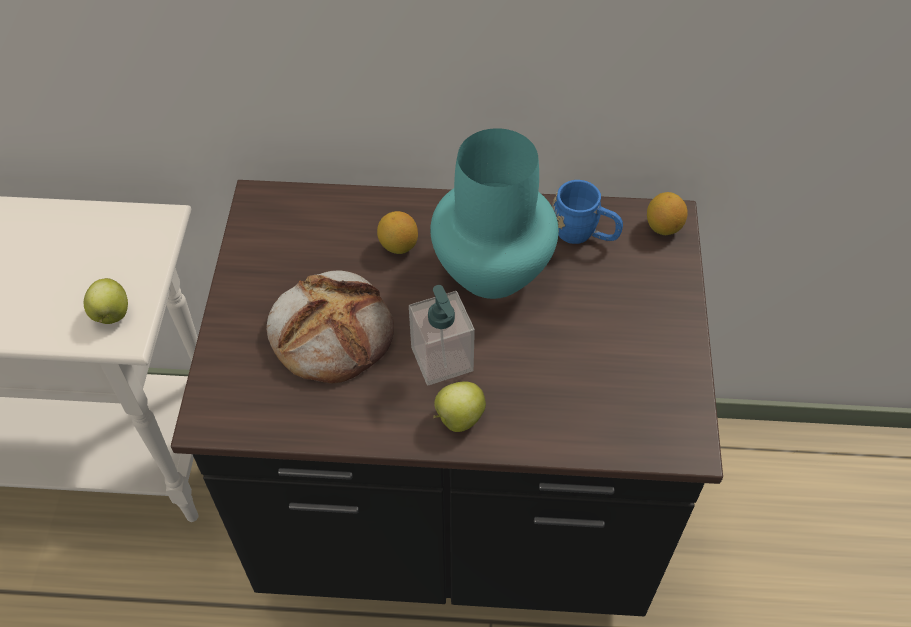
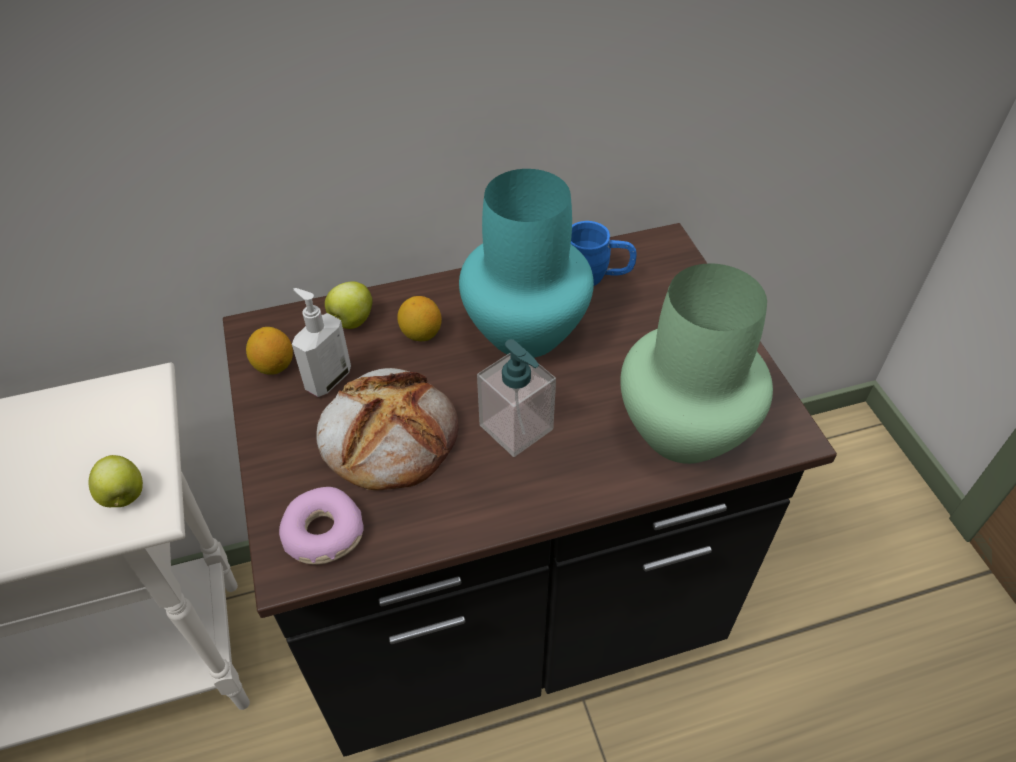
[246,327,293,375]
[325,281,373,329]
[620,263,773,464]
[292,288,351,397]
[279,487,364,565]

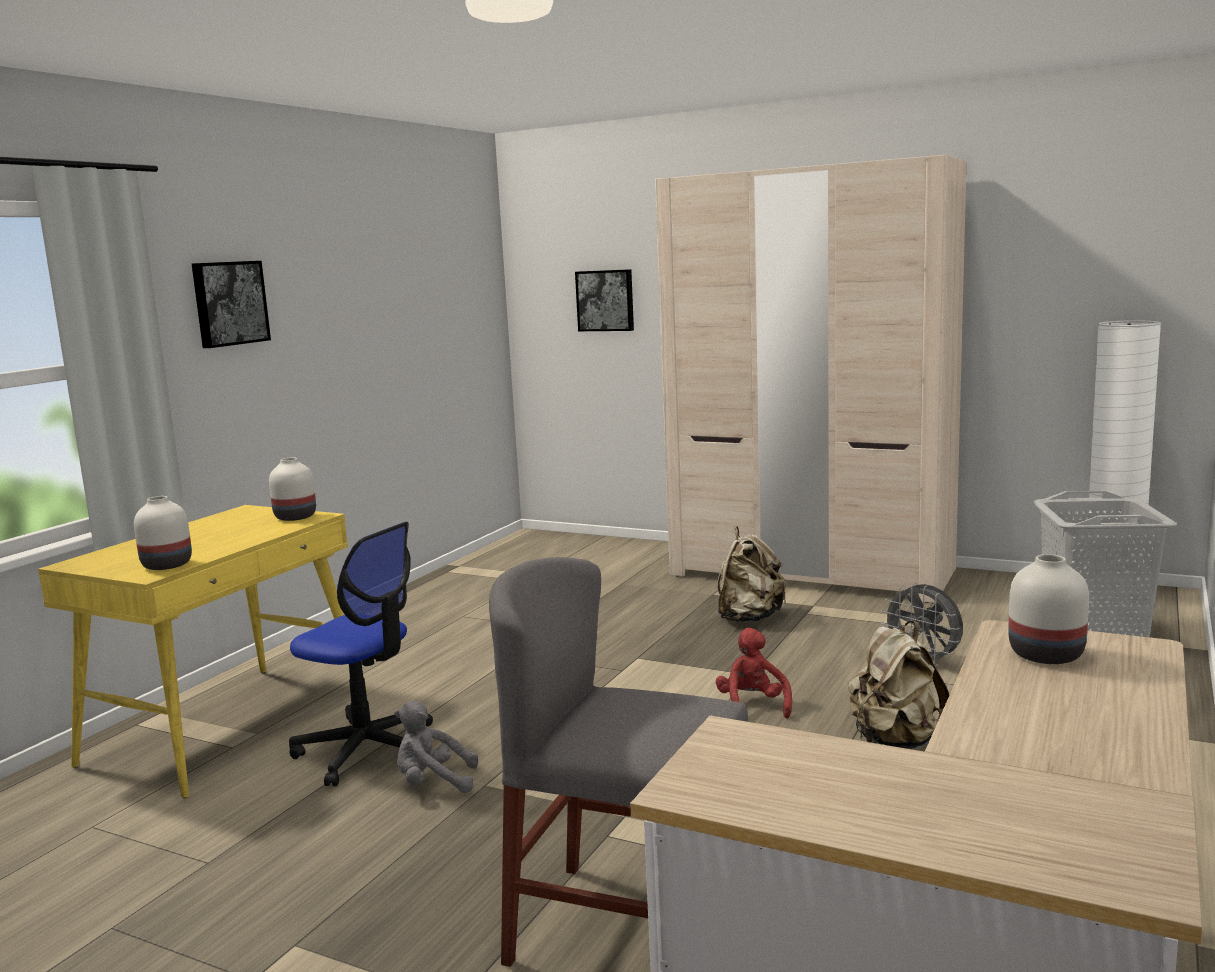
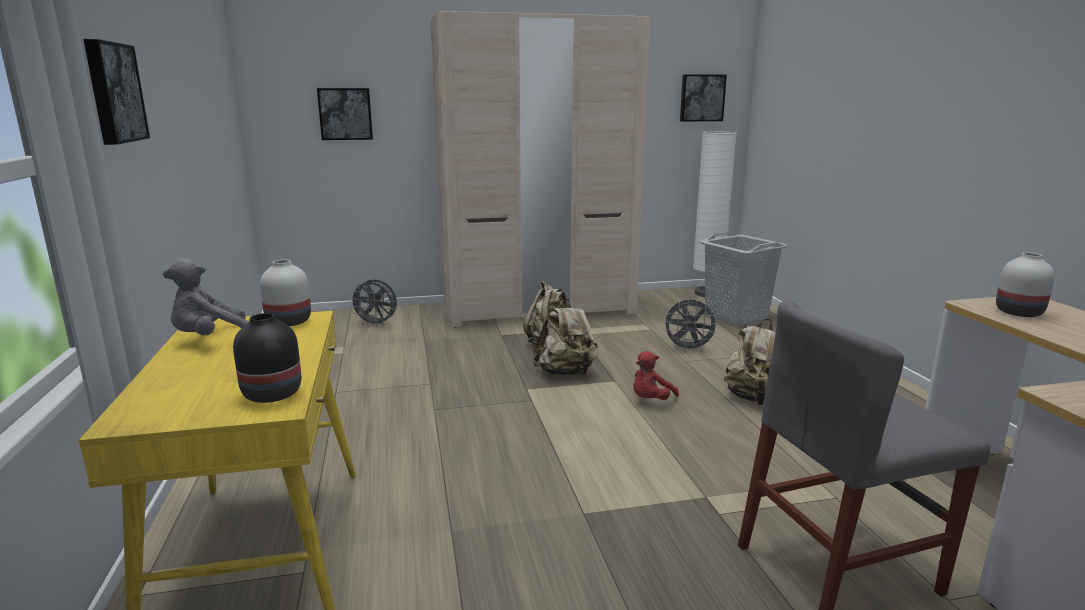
[233,313,301,403]
[289,522,433,787] (first image)
[633,351,679,400]
[163,258,249,335]
[680,74,727,122]
[349,279,397,327]
[533,298,598,375]

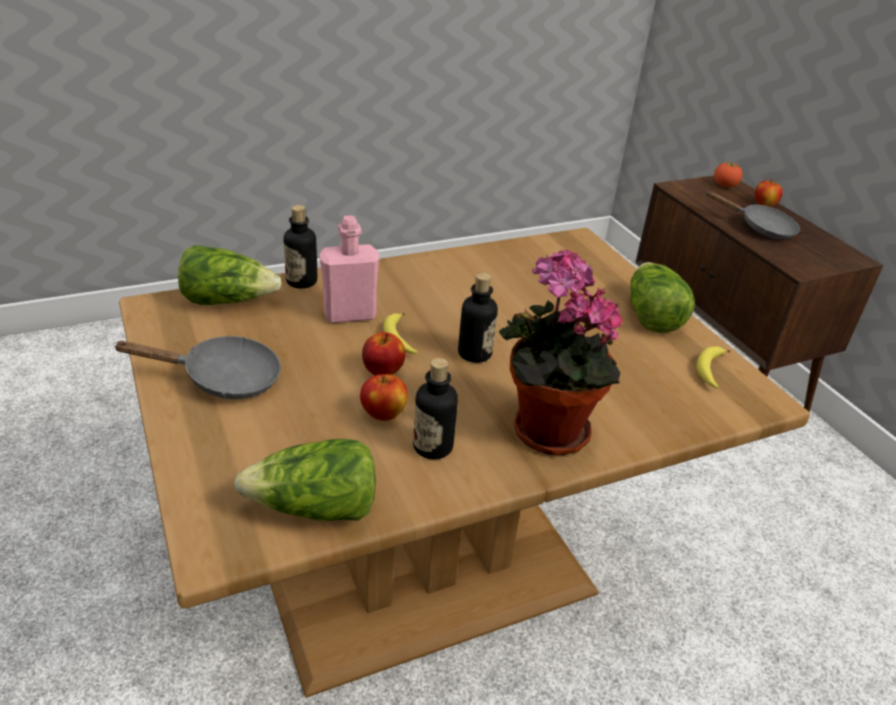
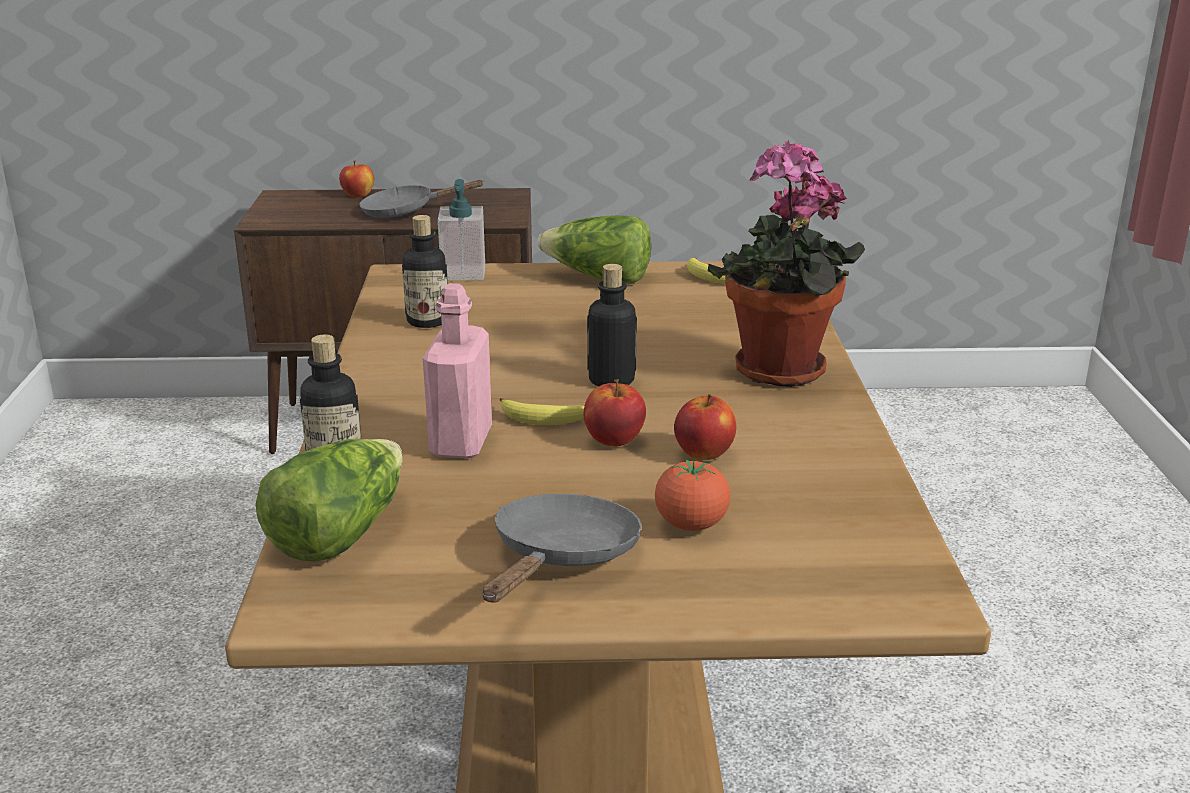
[655,459,730,531]
[359,180,485,218]
[402,215,448,328]
[234,439,376,521] (first image)
[438,179,485,281]

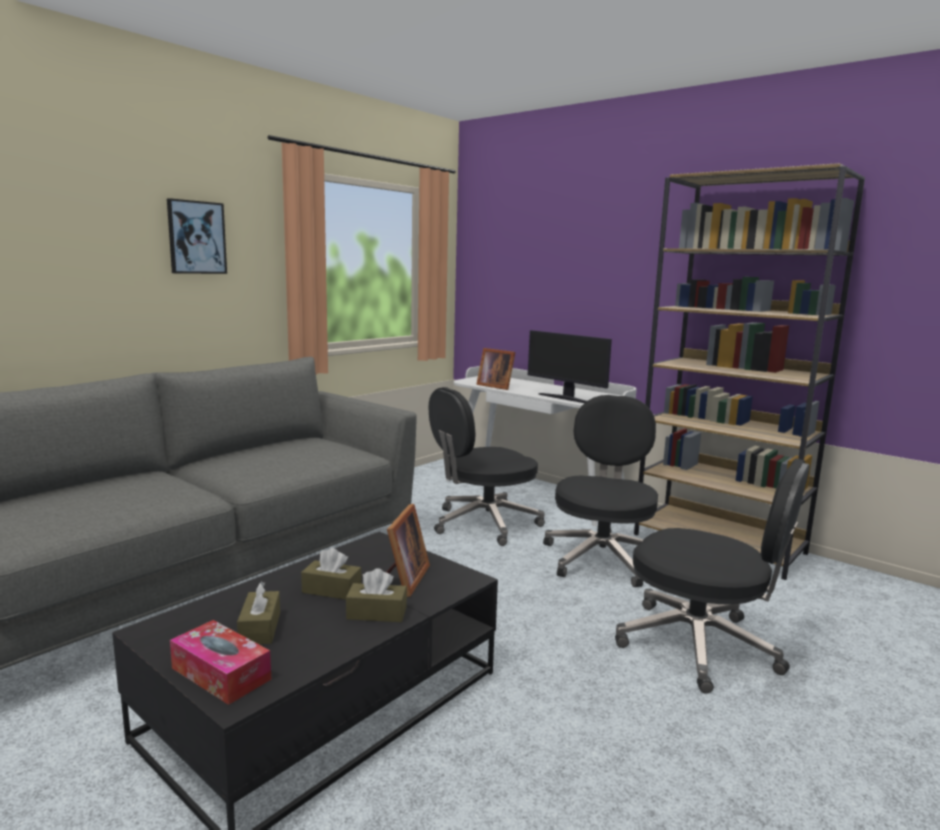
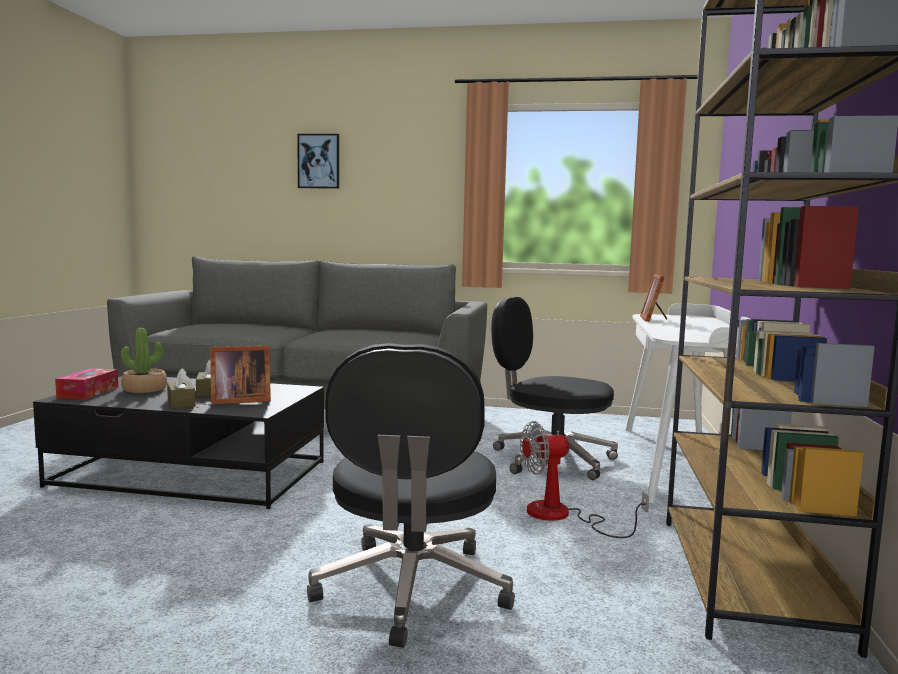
[297,134,339,189]
[528,330,612,403] (first image)
[520,421,649,538]
[121,328,167,393]

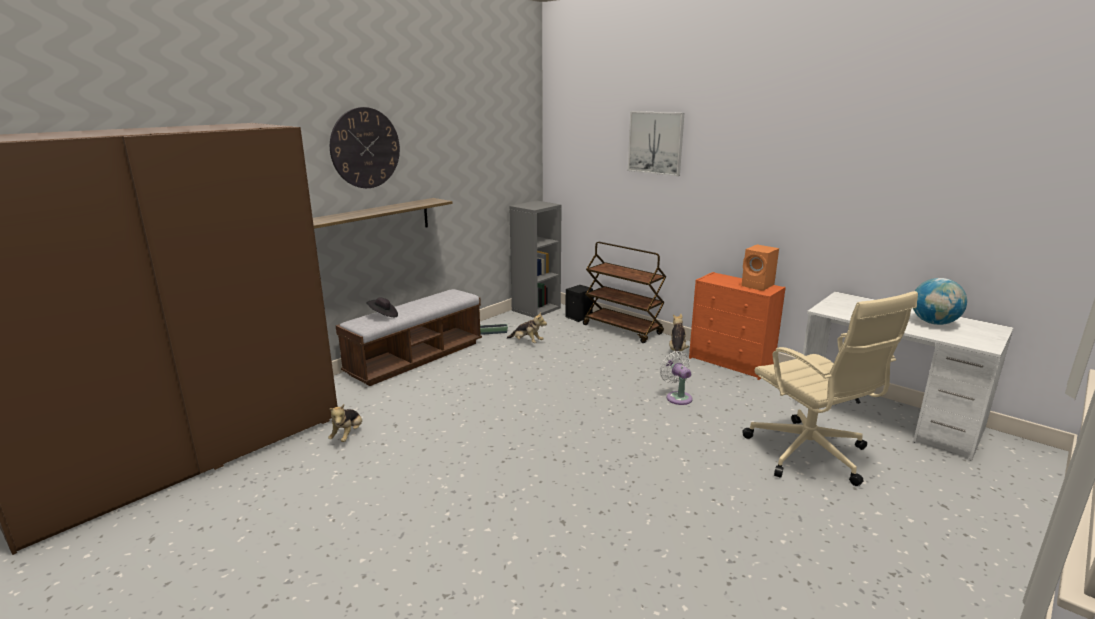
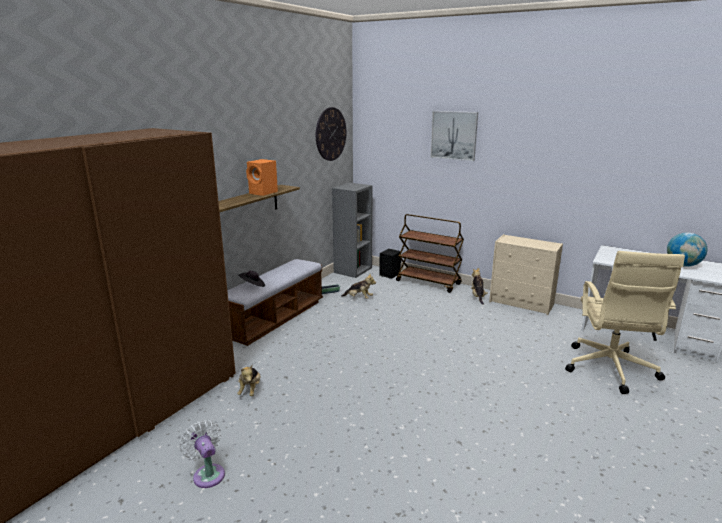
[316,107,346,161]
[246,159,278,196]
[489,234,563,315]
[565,251,685,394]
[180,420,225,488]

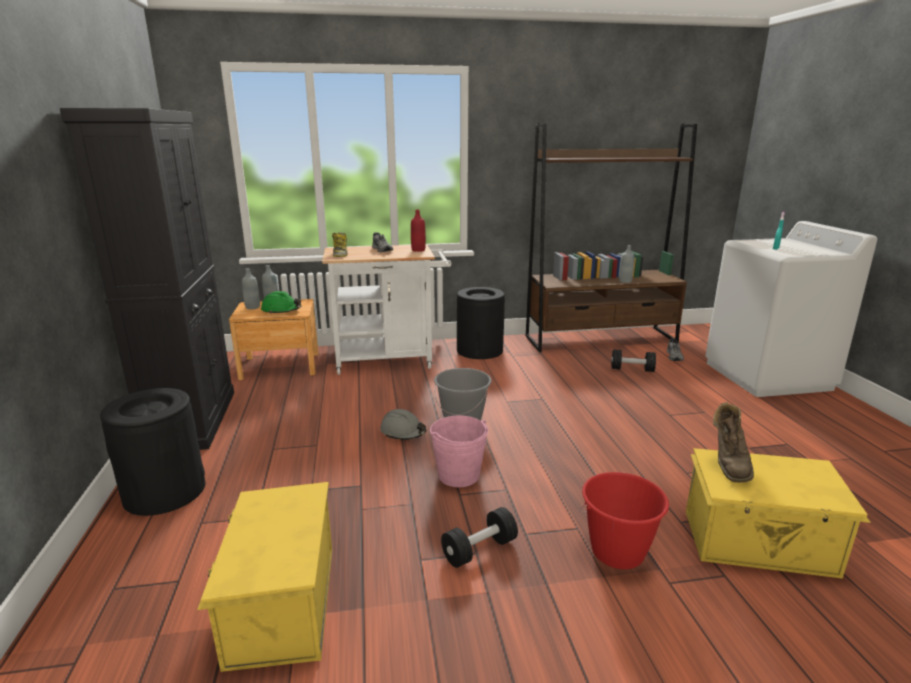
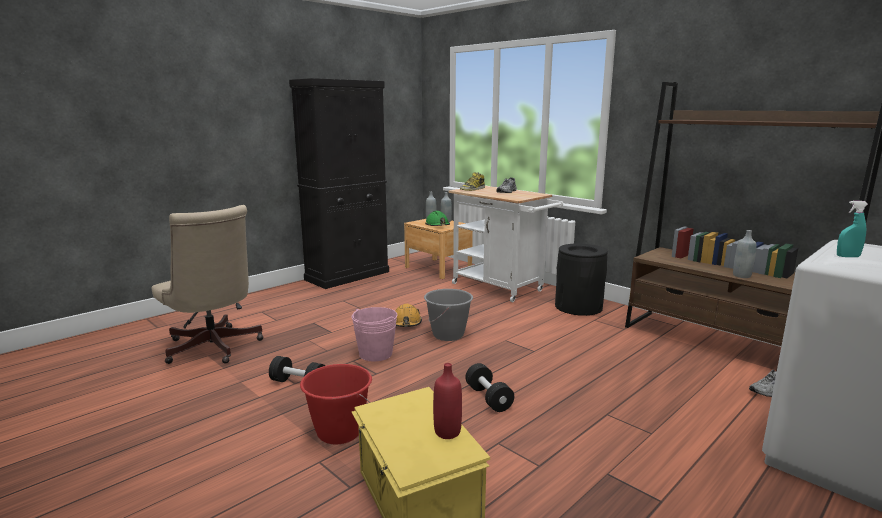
[433,363,462,439]
[465,363,514,412]
[100,388,205,516] (first image)
[713,402,754,483] (first image)
[395,304,422,327]
[152,205,264,364]

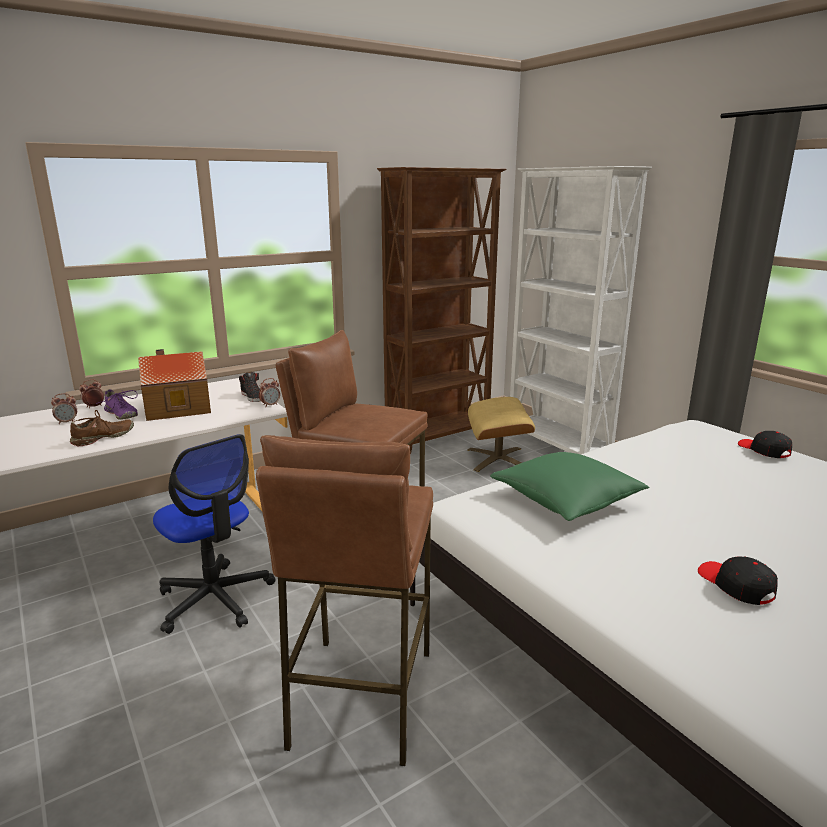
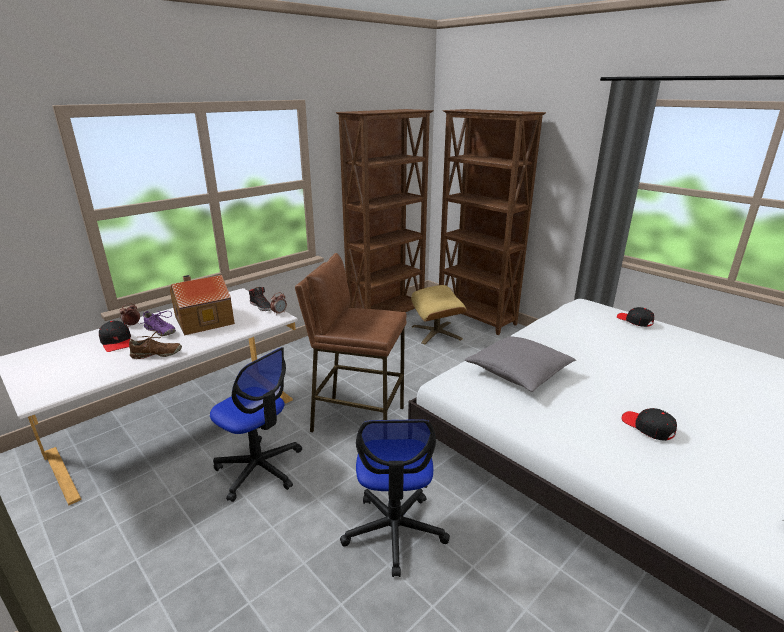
[439,109,546,335]
[99,321,131,352]
[129,331,182,359]
[340,419,450,577]
[465,336,576,392]

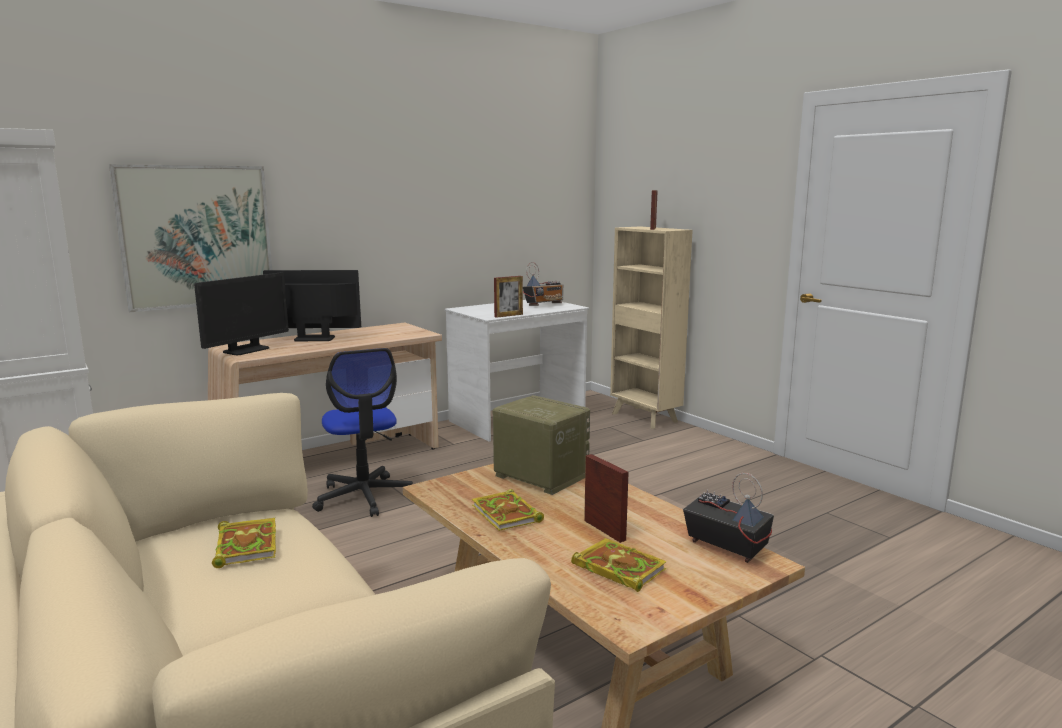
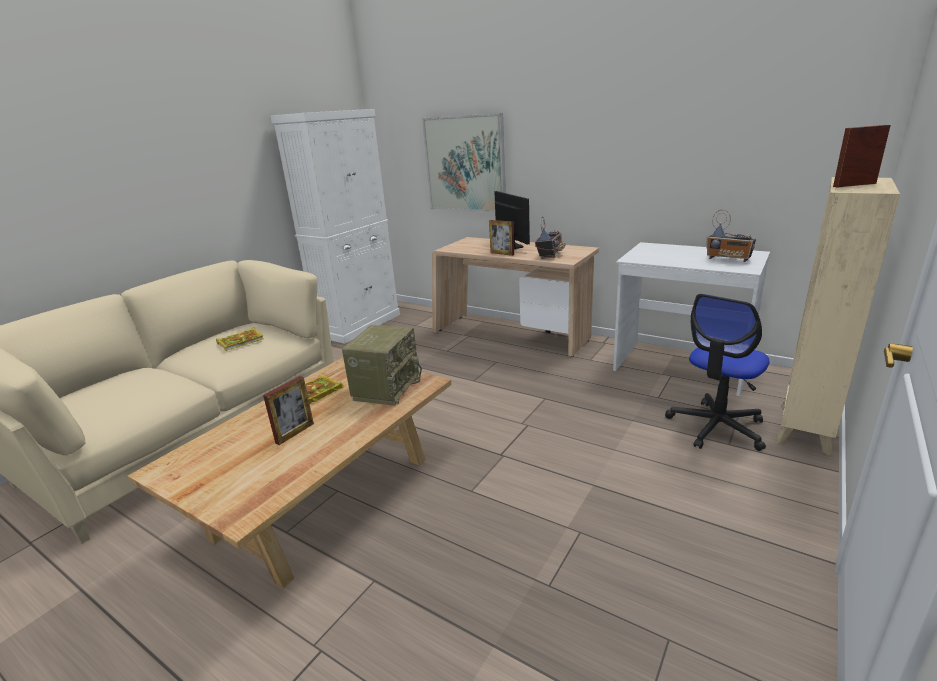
[194,272,289,355] (first image)
[489,220,514,256]
[665,294,769,451]
[535,216,566,259]
[571,538,666,592] (first image)

